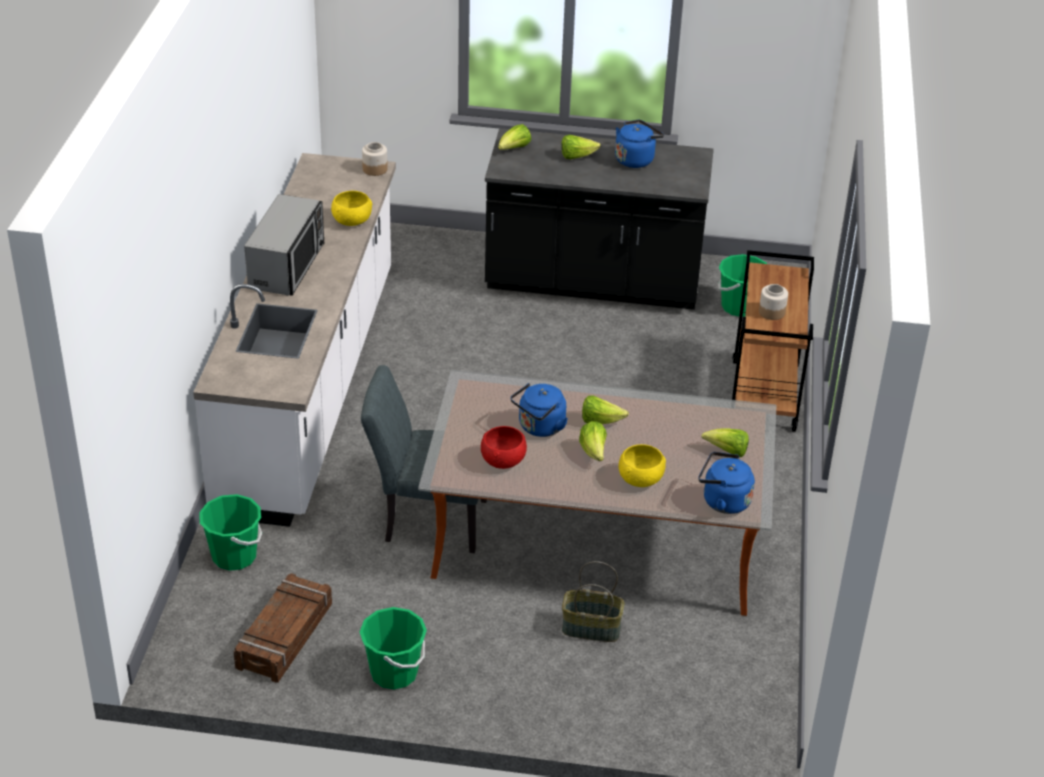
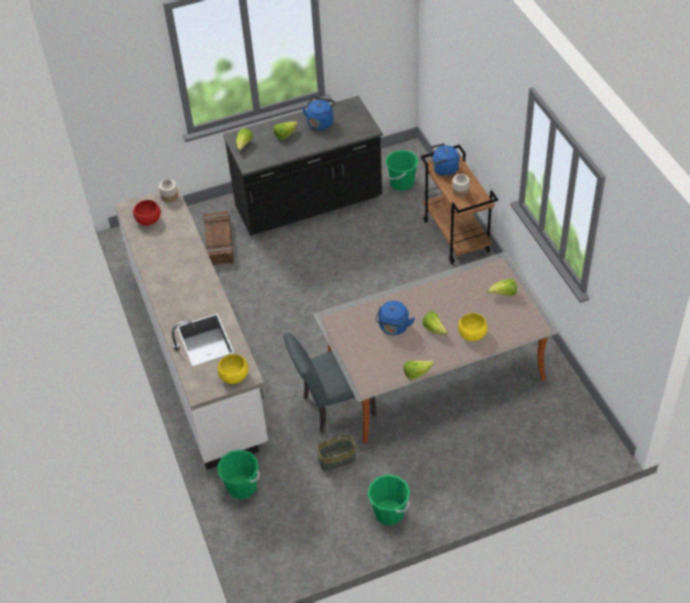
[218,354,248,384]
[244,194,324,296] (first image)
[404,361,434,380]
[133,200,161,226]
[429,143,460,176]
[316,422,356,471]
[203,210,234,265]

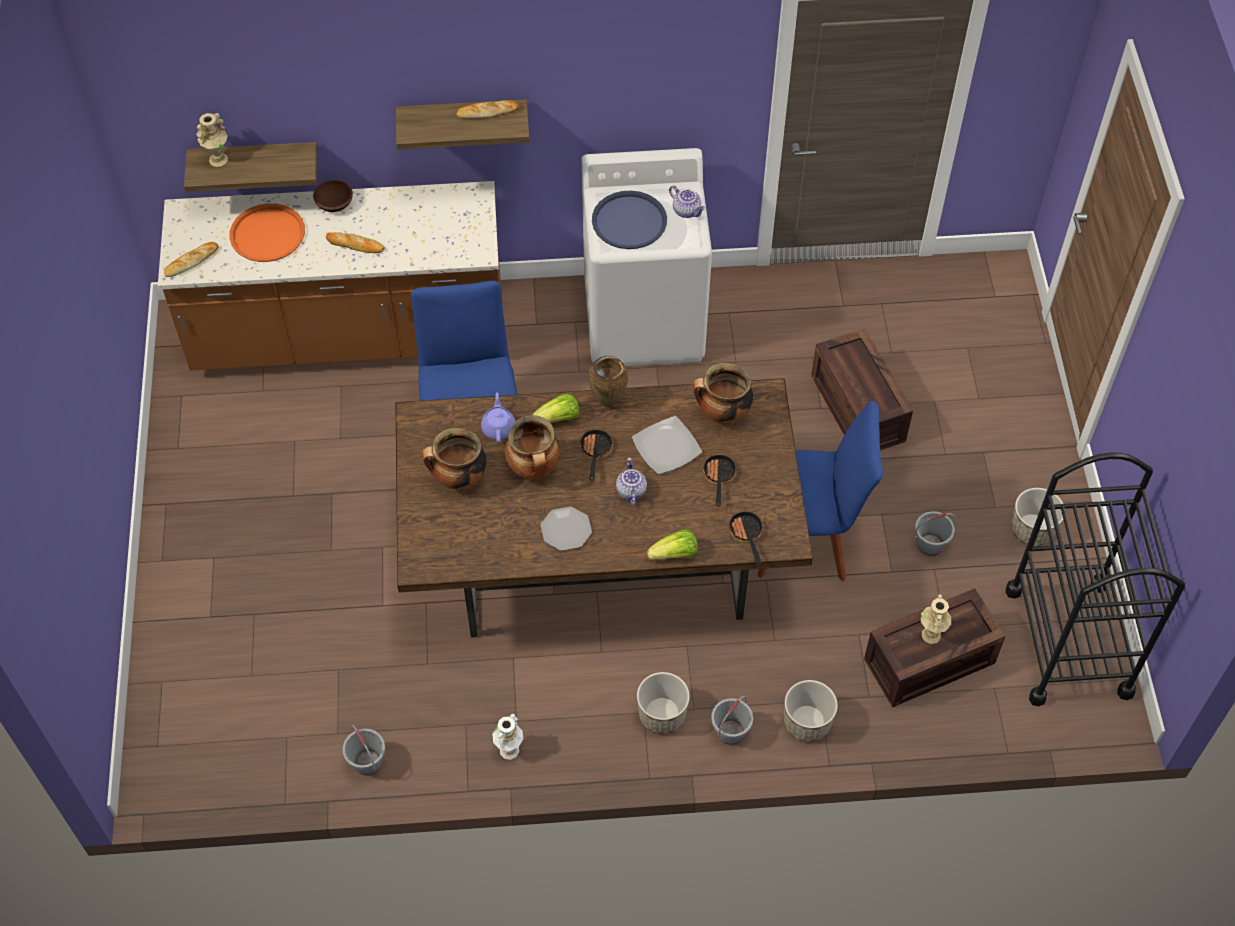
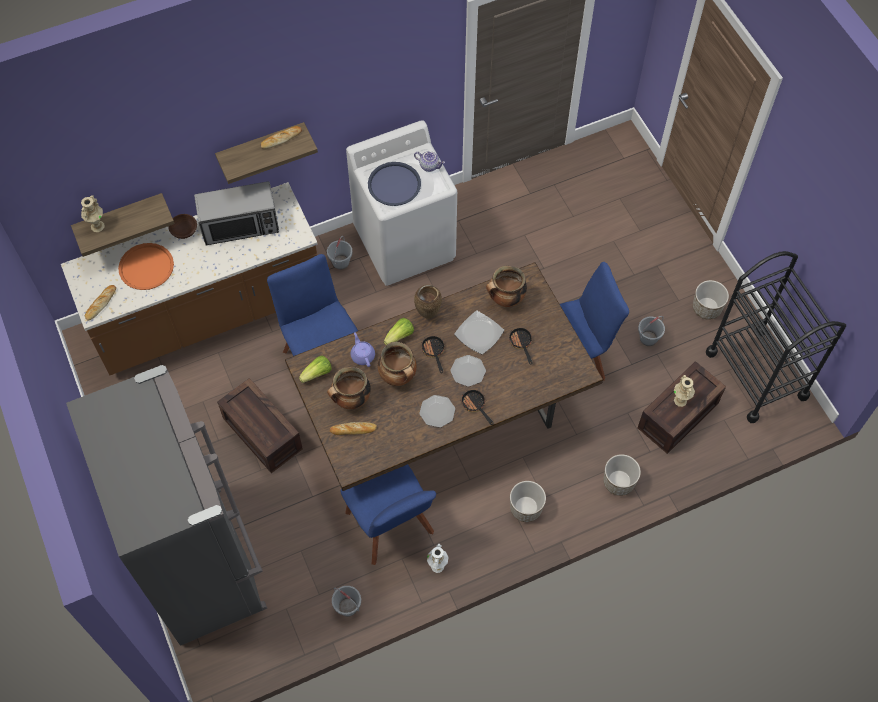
[330,422,377,435]
[217,378,303,473]
[450,355,486,387]
[462,390,494,425]
[299,356,332,383]
[327,236,352,270]
[194,181,279,246]
[66,365,267,646]
[341,464,436,565]

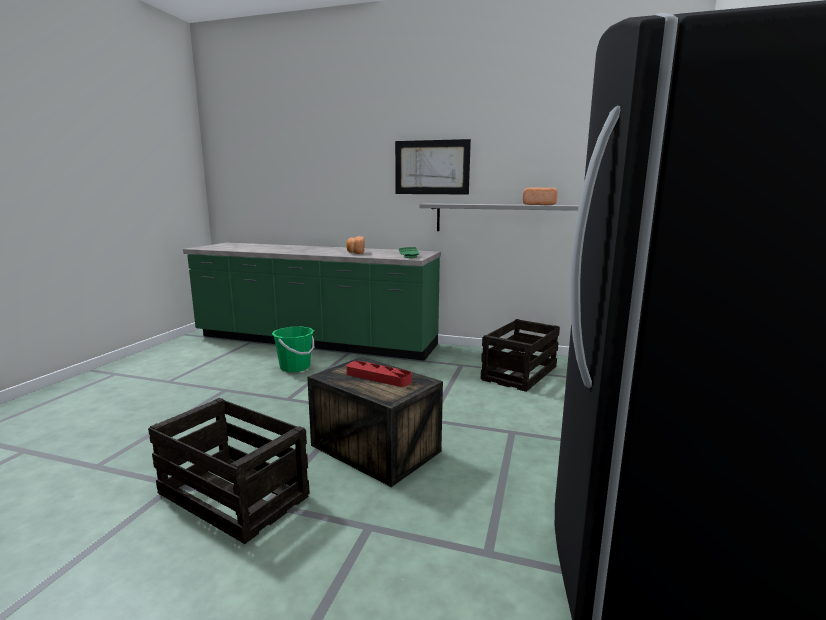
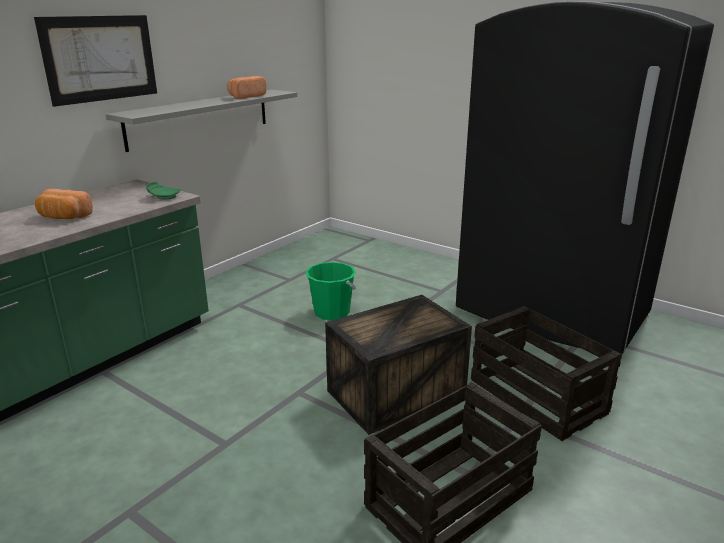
[471,306,622,441]
[306,262,356,321]
[346,361,412,387] (first image)

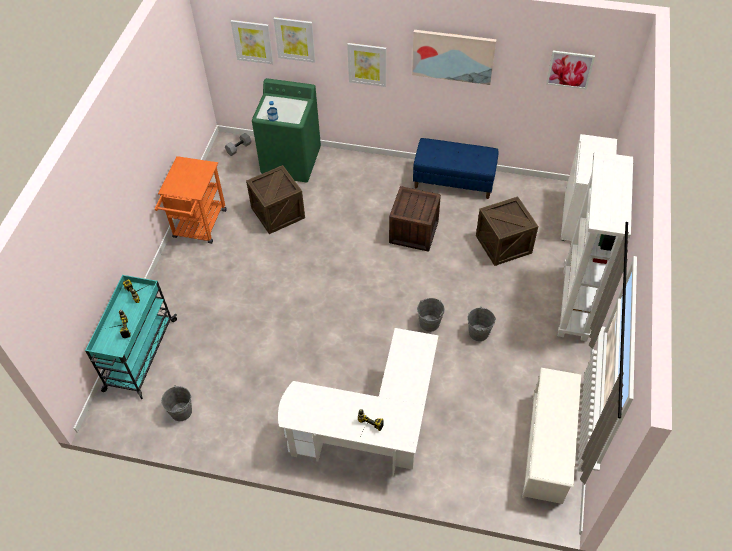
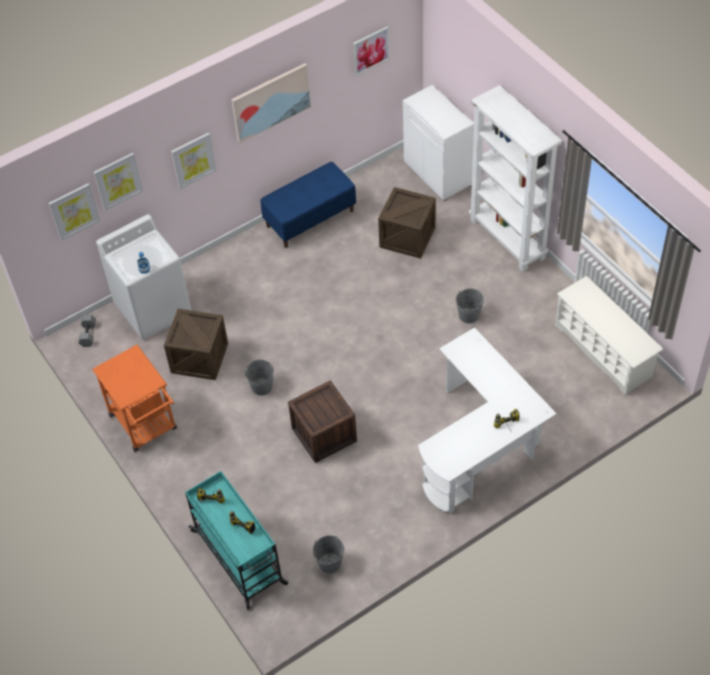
[96,214,191,340]
[288,381,357,463]
[244,359,274,395]

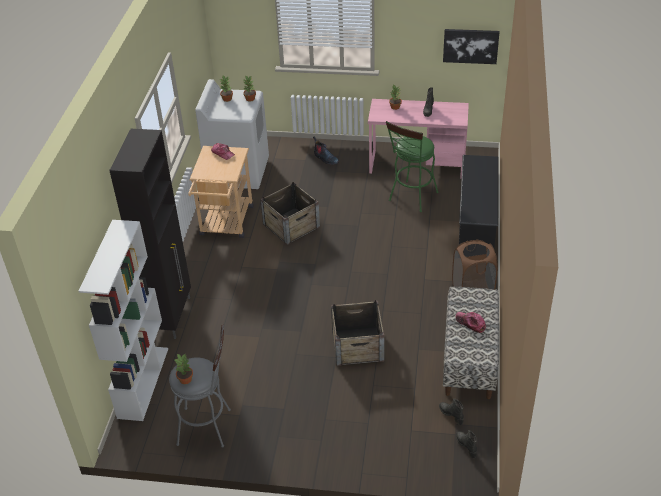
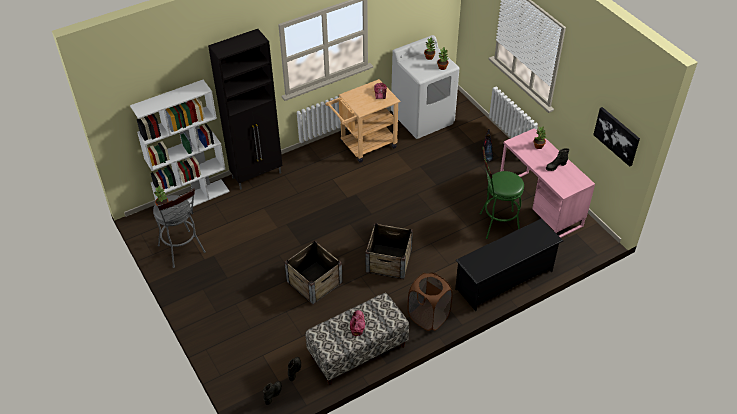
[365,223,413,279]

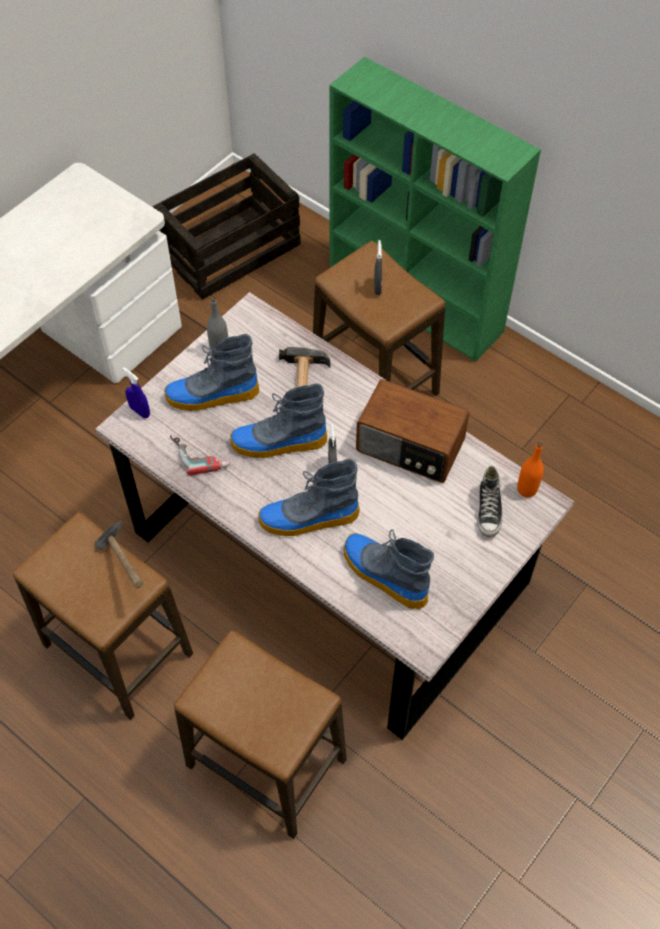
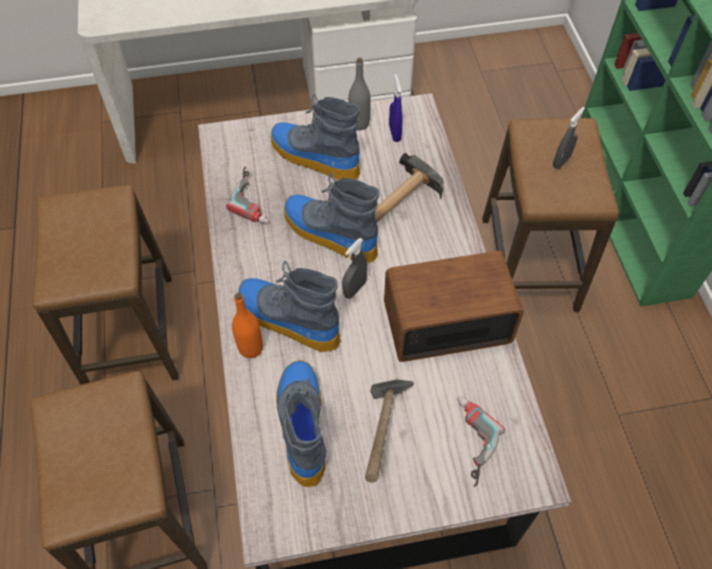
[153,154,301,300] (first image)
[389,74,403,142]
[384,251,524,362]
[232,293,263,358]
[457,396,505,487]
[365,379,414,483]

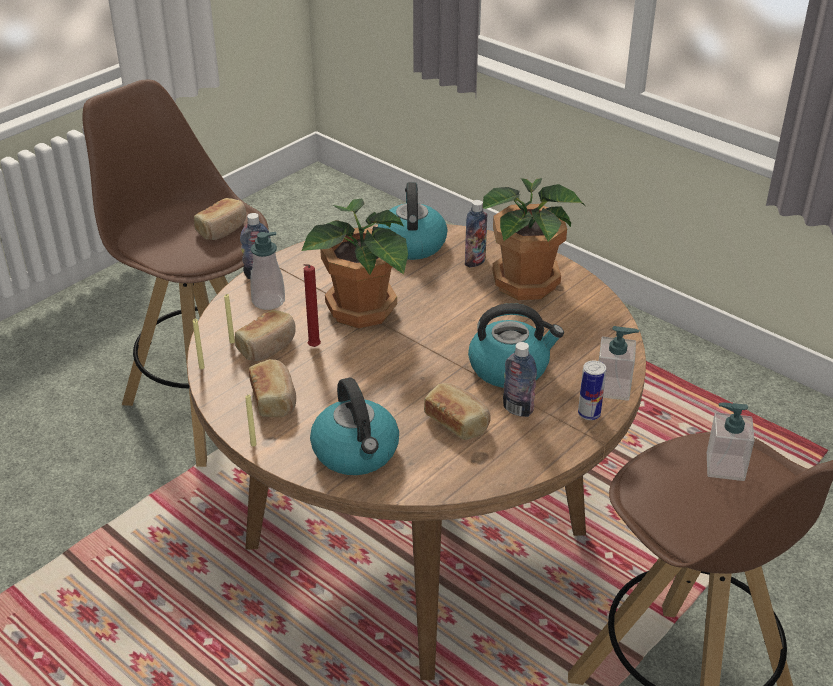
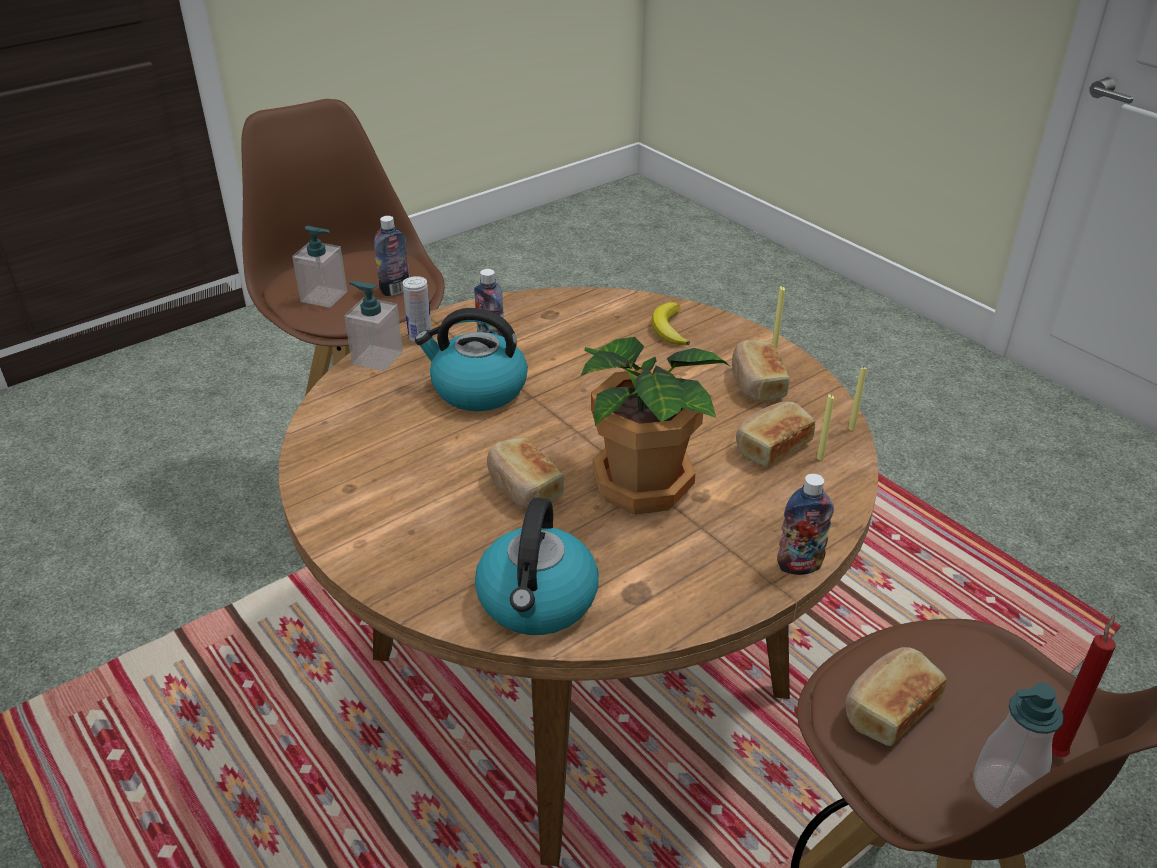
[483,178,585,300] (first image)
[374,216,410,296]
[973,682,1064,808]
[1052,614,1116,757]
[652,302,690,345]
[487,437,564,509]

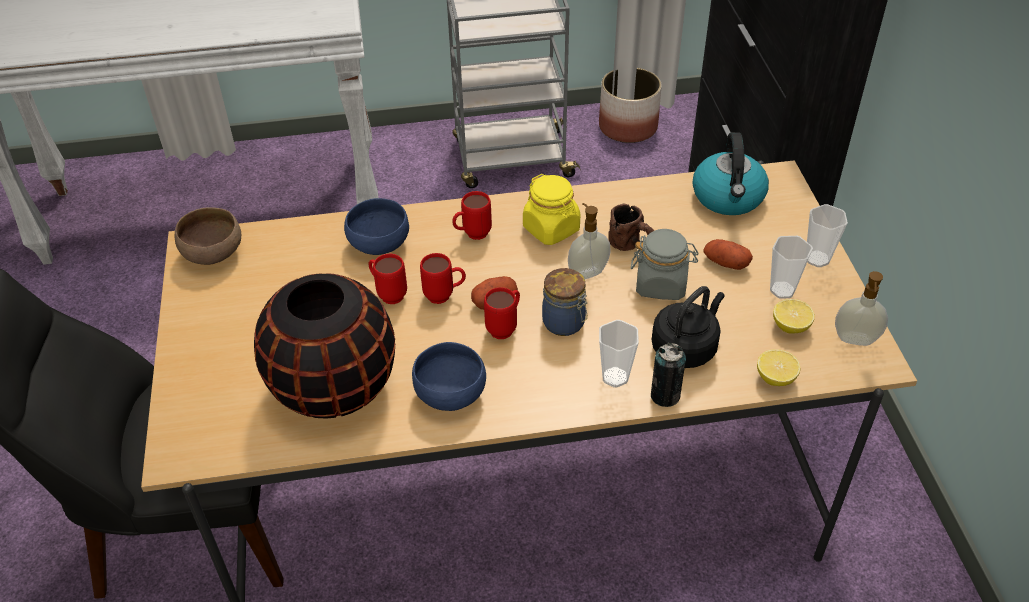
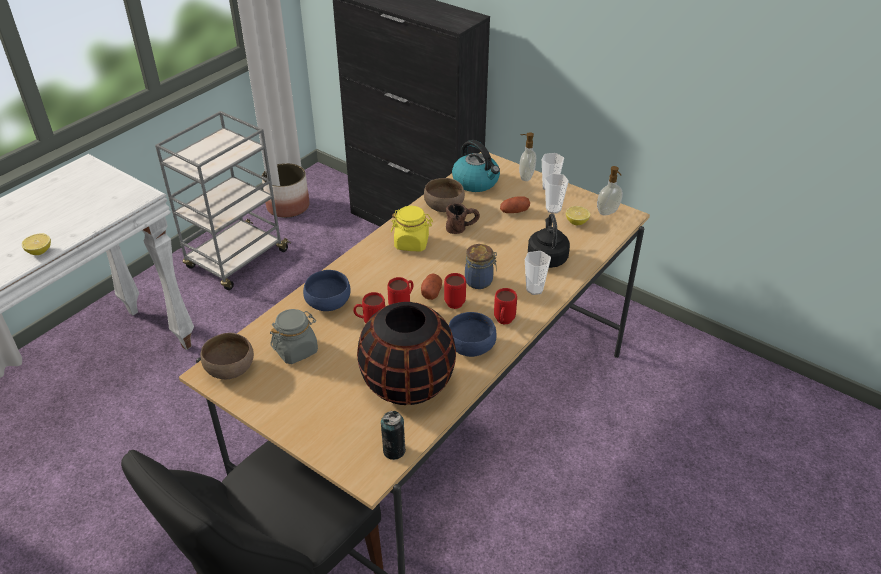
[494,288,517,325]
[519,132,536,181]
[270,309,318,364]
[381,411,406,460]
[22,233,51,255]
[424,178,465,212]

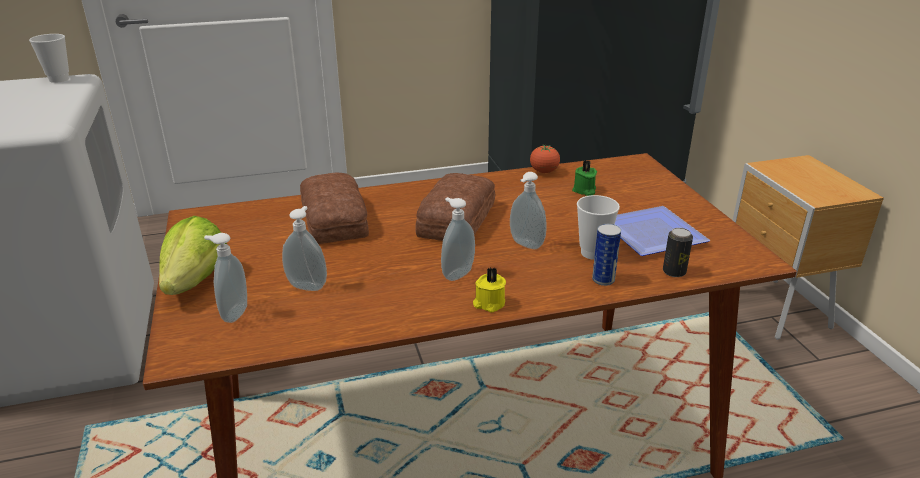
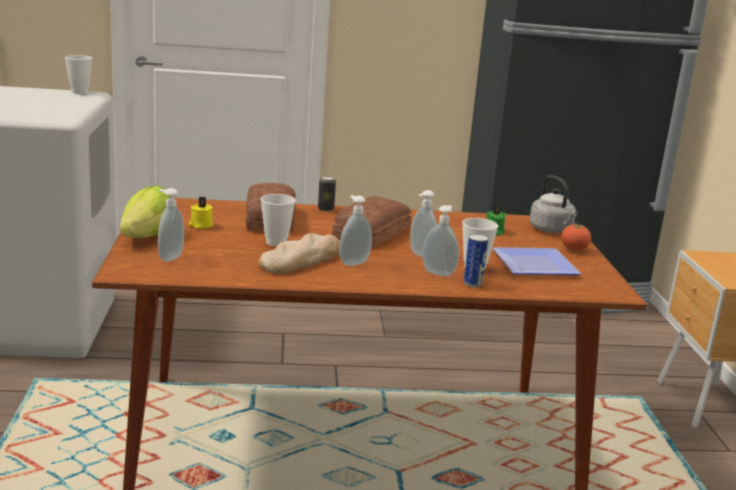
[561,223,591,251]
[422,205,459,277]
[318,176,336,212]
[188,197,213,229]
[529,175,578,233]
[261,194,296,247]
[259,233,340,274]

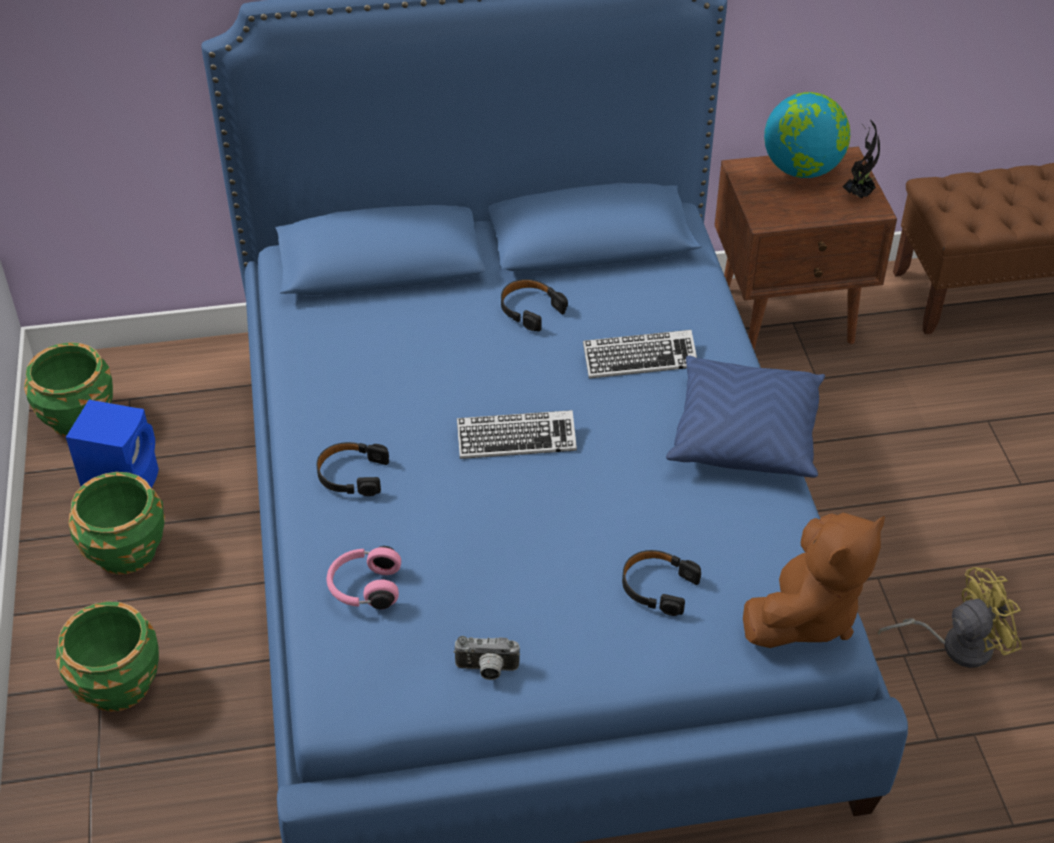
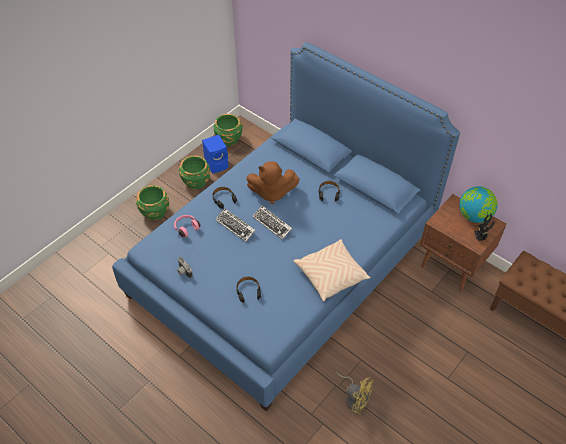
[215,208,255,242]
[293,239,371,301]
[246,161,300,204]

